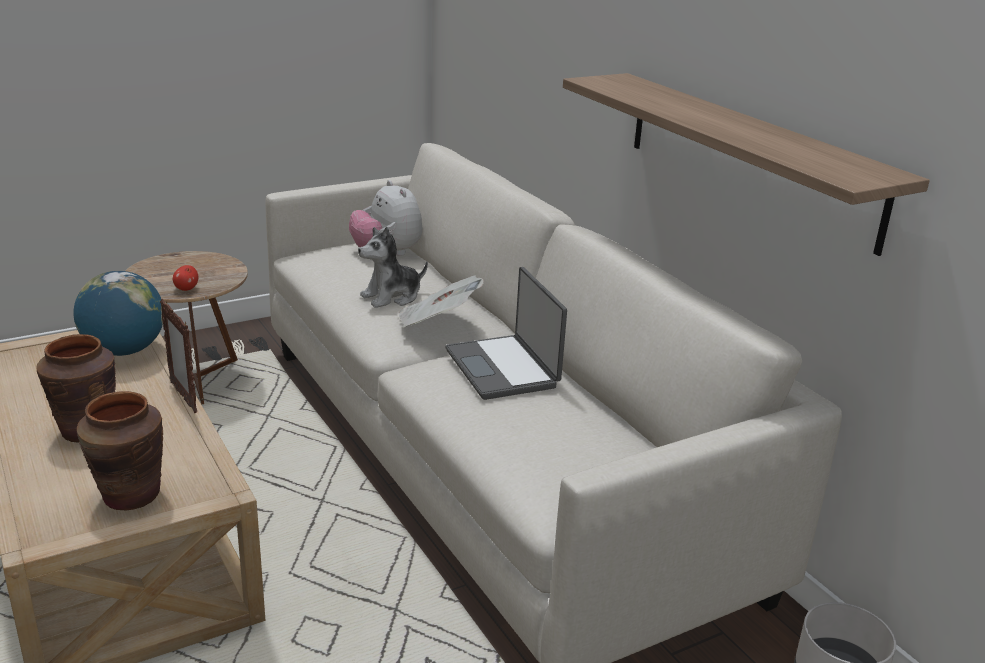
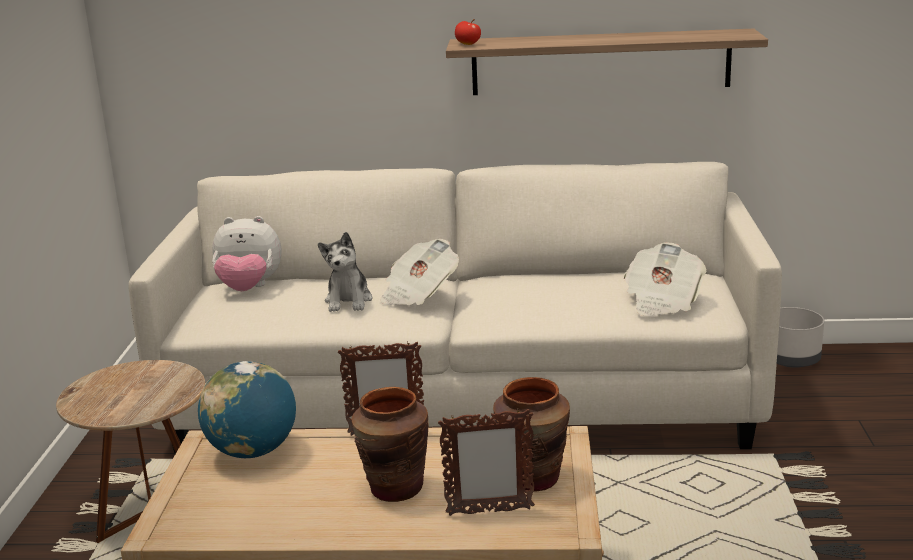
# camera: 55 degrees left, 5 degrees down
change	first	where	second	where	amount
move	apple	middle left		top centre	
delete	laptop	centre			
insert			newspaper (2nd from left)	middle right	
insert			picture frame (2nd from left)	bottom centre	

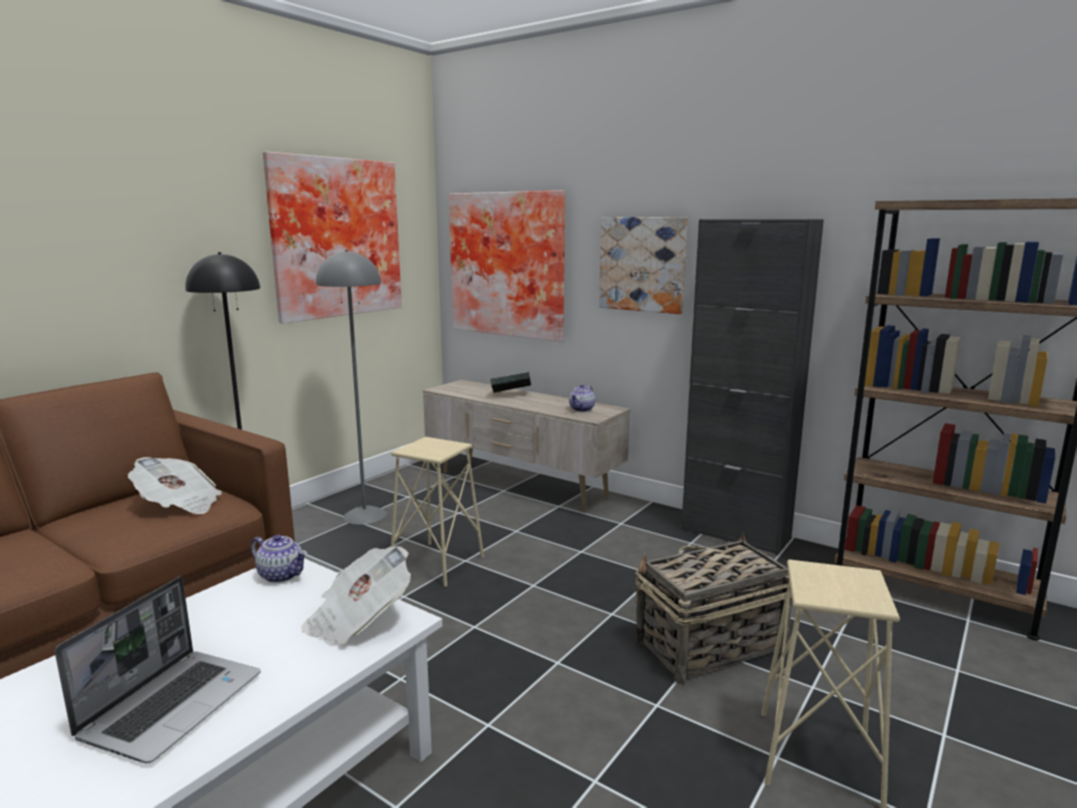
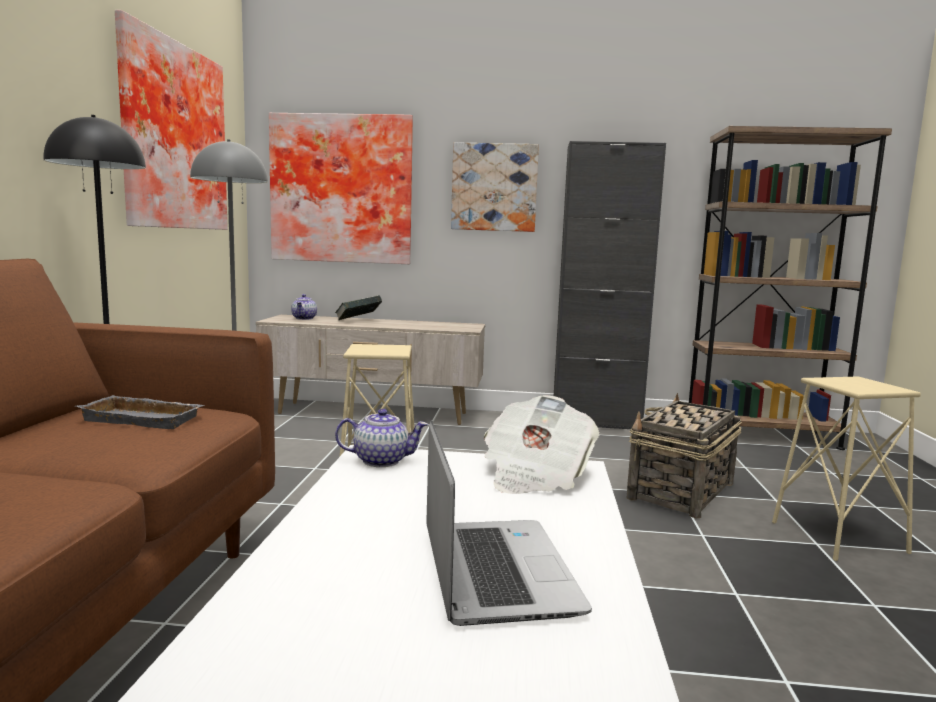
# camera: 30 degrees left, 5 degrees down
change	first	where	second	where	amount
move	teapot (2nd from left in the first image)	centre	teapot (1st from left)	middle left	
replace	newspaper (1st from left)	middle left	grey tray	middle left	

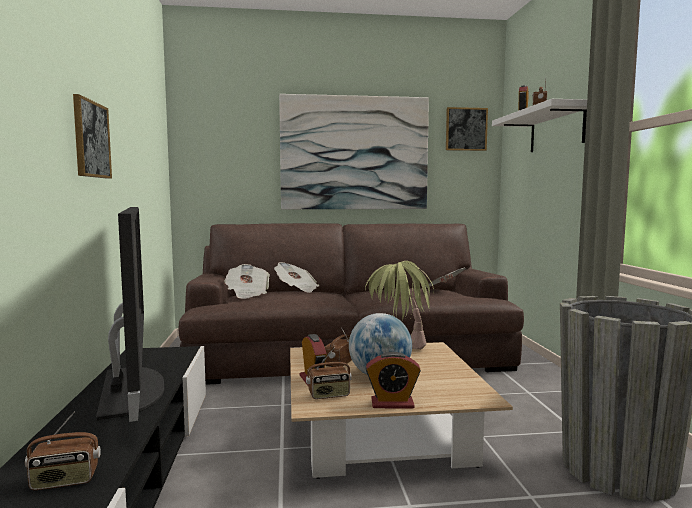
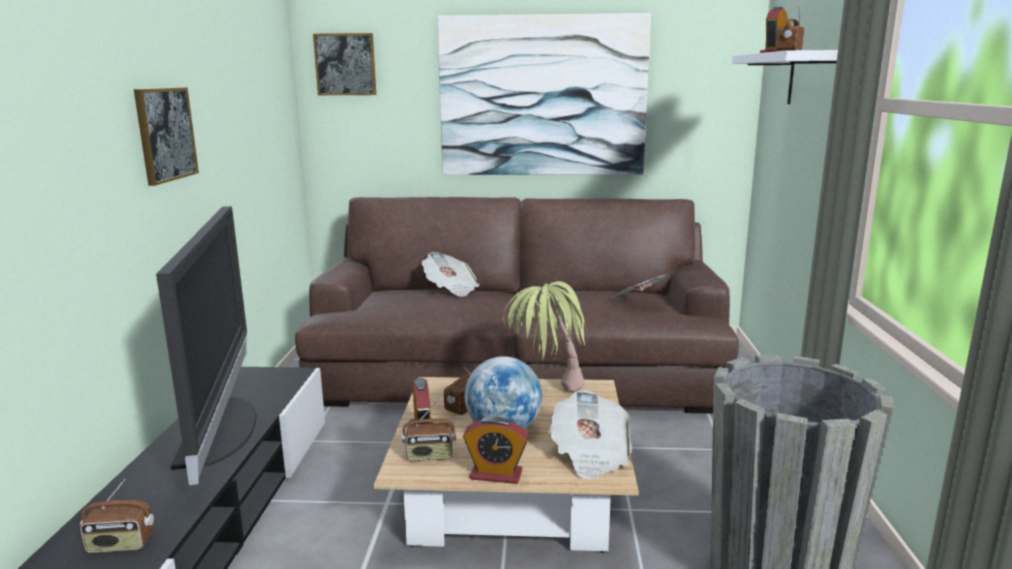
# camera: 10 degrees right, 10 degrees up
change	first	where	second	where	amount
move	picture (3rd from left in the first image)	top right	picture (2nd from left)	top centre	
move	newspaper (1st from left in the first image)	centre	newspaper (2nd from left)	bottom centre	

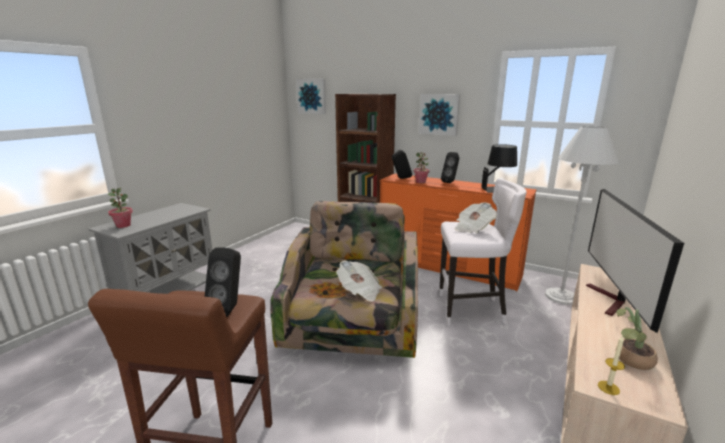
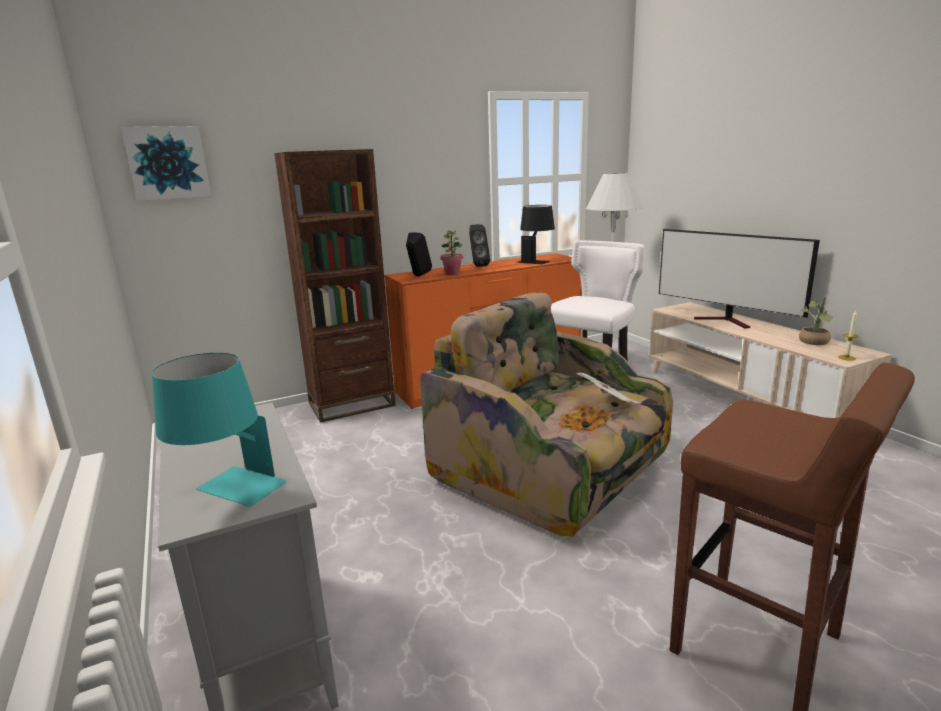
# camera: 55 degrees left, 0 degrees up
change	first	where	second	where	amount
delete	picture (2nd from left)	top centre			
replace	potted plant (1st from left)	middle left	turquoise table lamp	middle left	
delete	newspaper (2nd from left)	centre			
delete	black speaker (1st from left)	middle left			

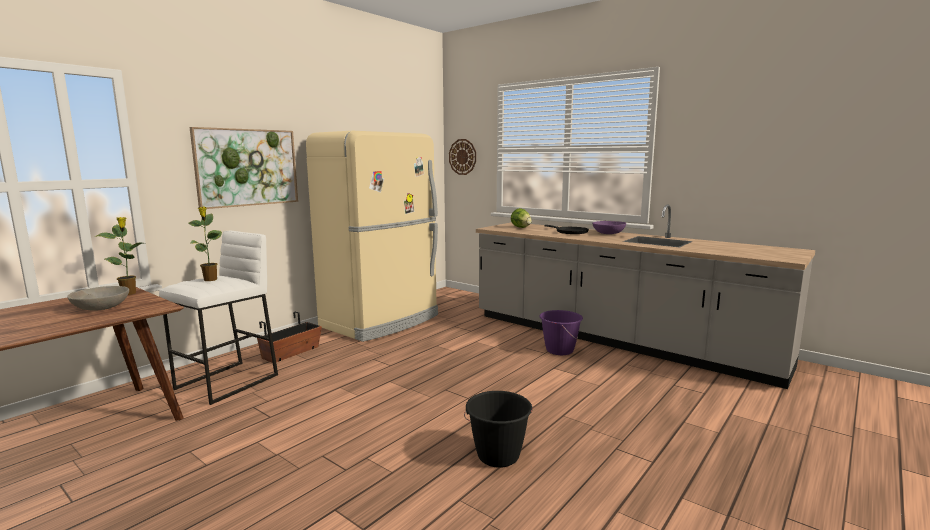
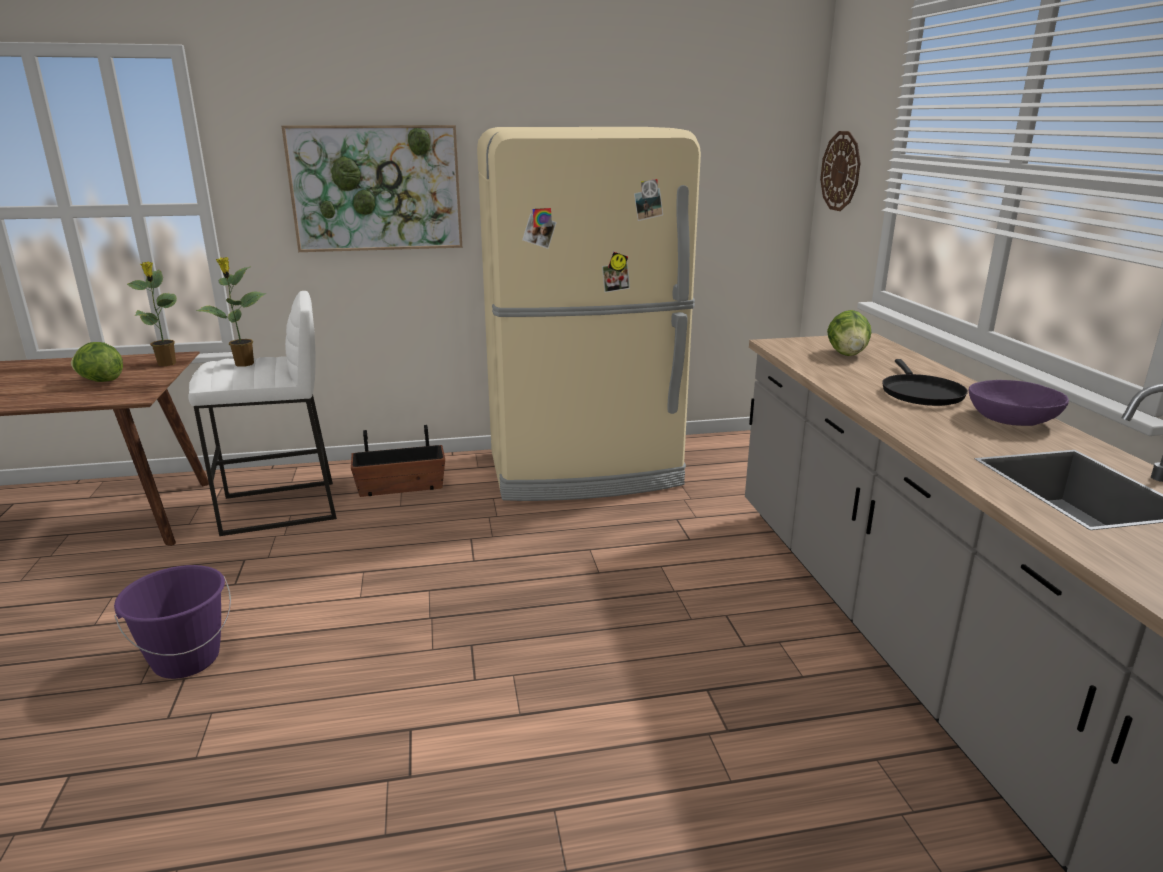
# camera: 40 degrees right, 10 degrees up
change	first	where	second	where	amount
replace	grey bowl	middle left	lettuce (1st from left)	middle left	
move	purple bucket	centre		bottom left	
delete	black bucket	bottom centre			

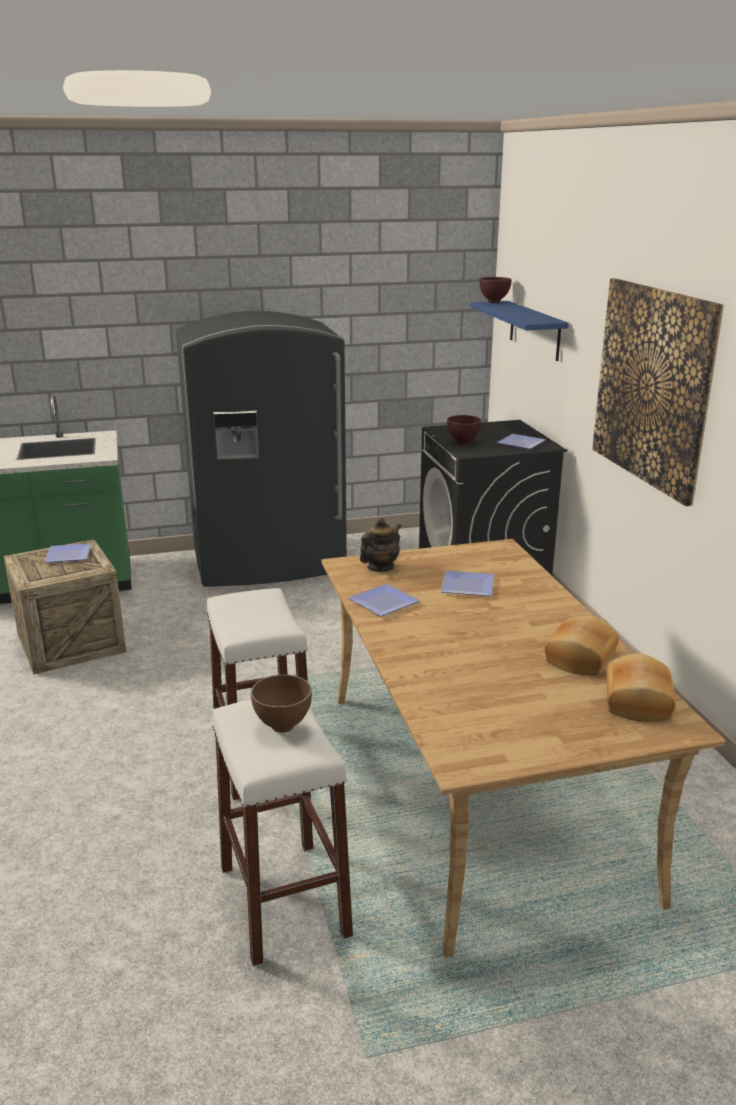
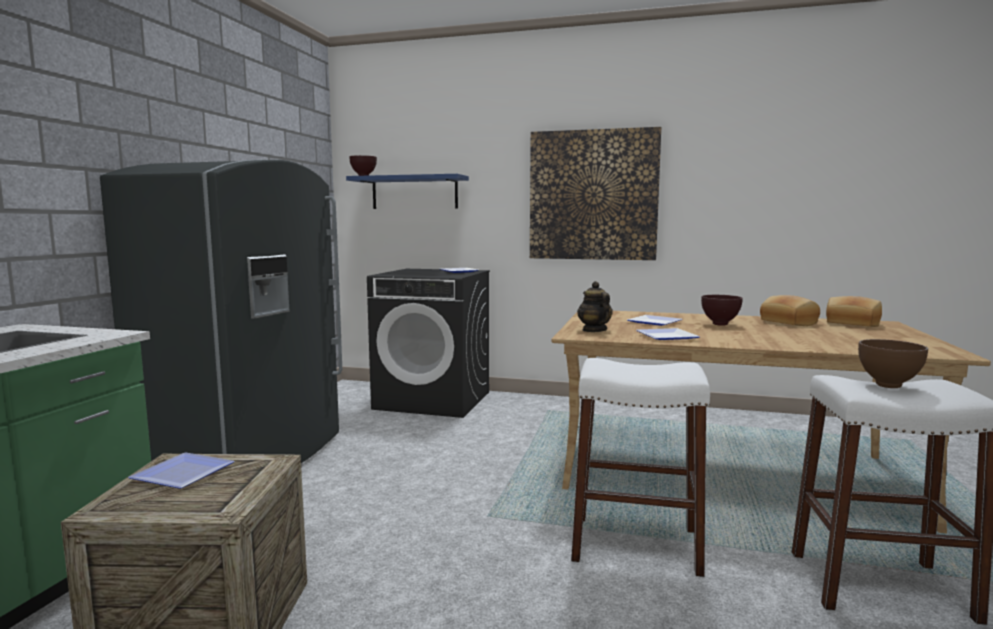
# camera: 60 degrees left, 15 degrees down
change	first	where	second	where	amount
move	brown bowl (2nd from left)	centre		middle right	

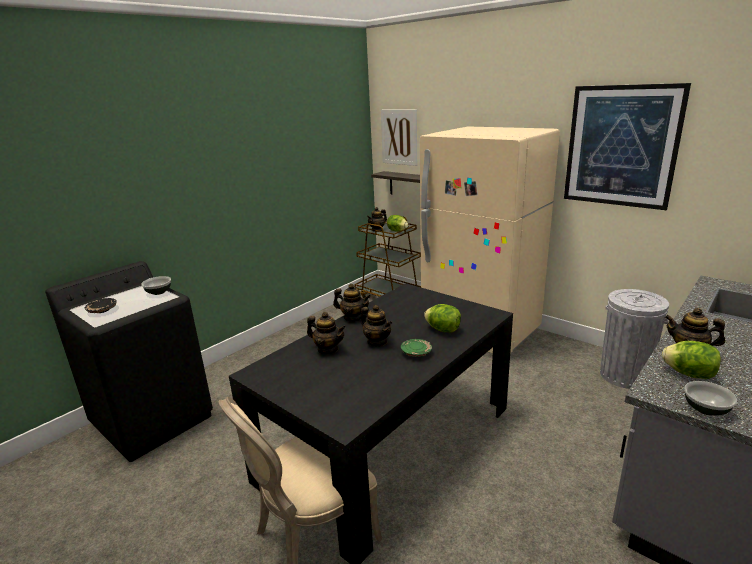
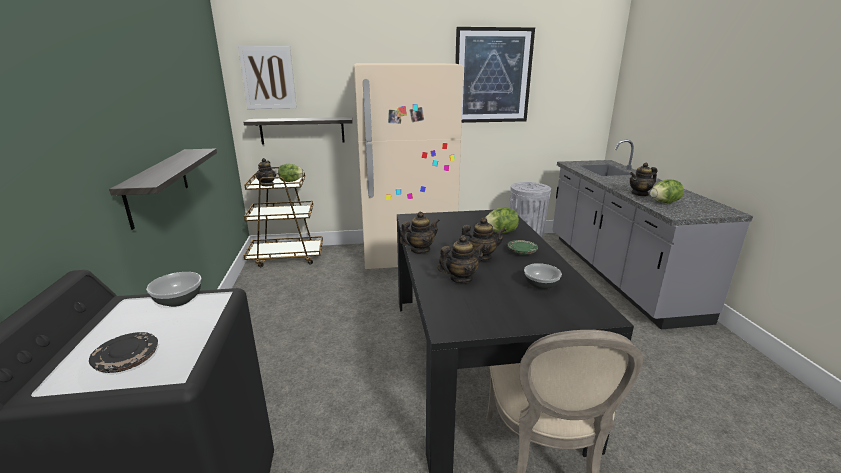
# camera: 50 degrees left, 0 degrees up
change	first	where	second	where	amount
move	bowl (2nd from left)	bottom right		centre	
insert			shelf (1st from left)	middle left	

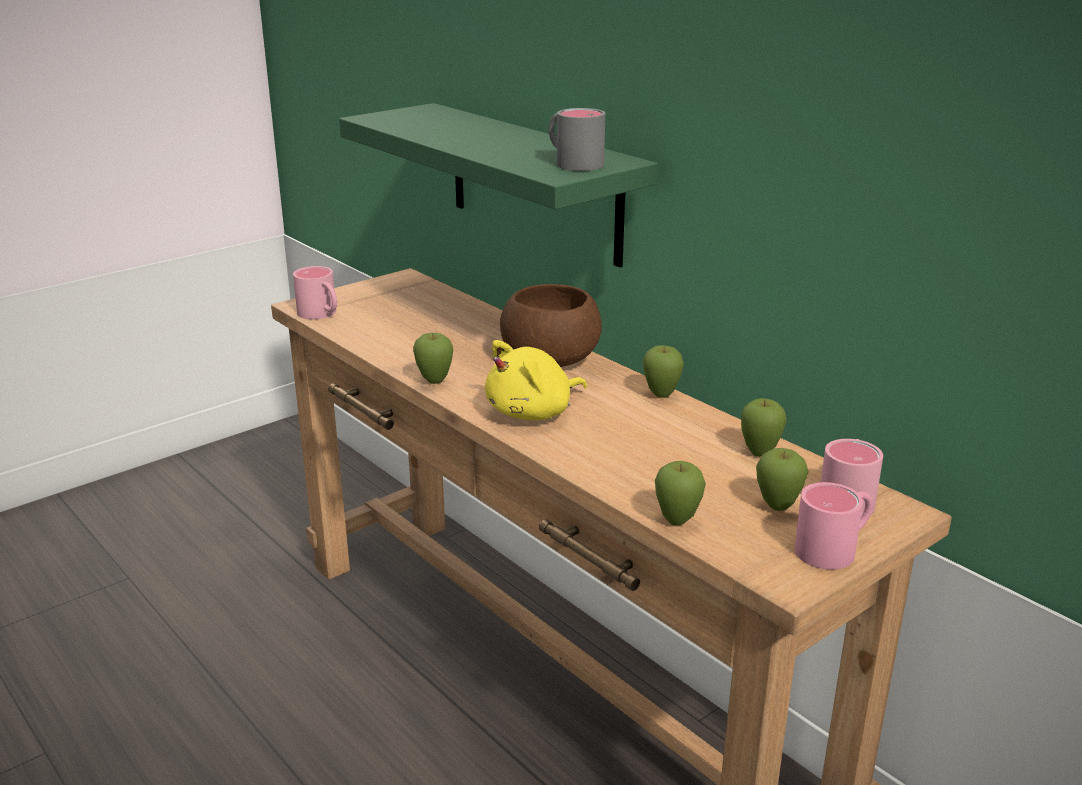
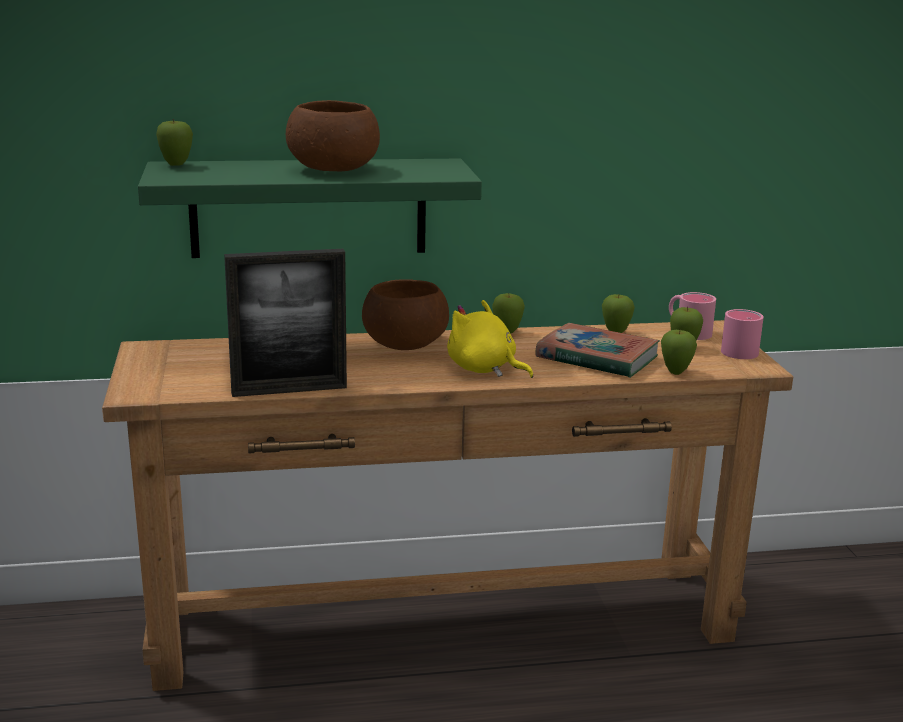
# camera: 60 degrees left, 5 degrees down
change	first	where	second	where	amount
delete	grey mug	top centre			
delete	pink mug (1st from left)	middle left			
move	apple (1st from left)	centre		top left	
rotate	yellow plush toy	centre		centre	135 degrees clockwise
insert			brown bowl (1st from left)	top centre	
insert			picture frame	middle left	
insert			book	centre	

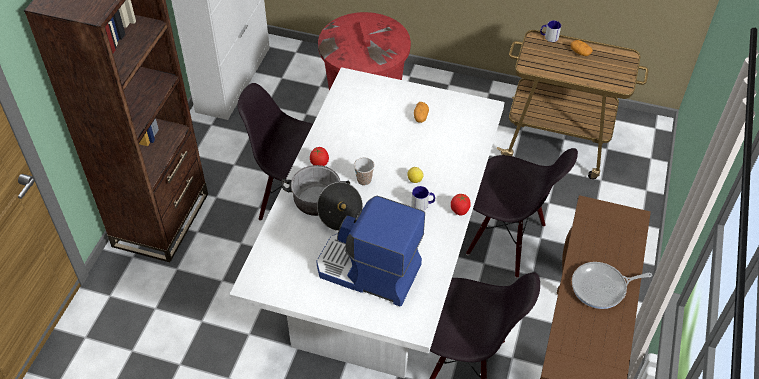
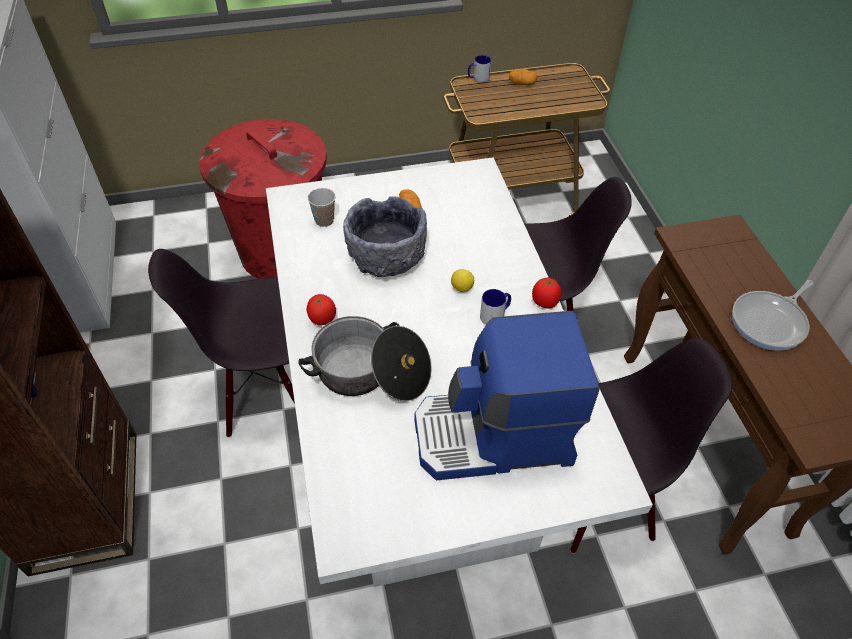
# camera: 30 degrees left, 0 degrees up
change	first	where	second	where	amount
move	cup	centre		top centre	
insert			grey bowl	centre	

